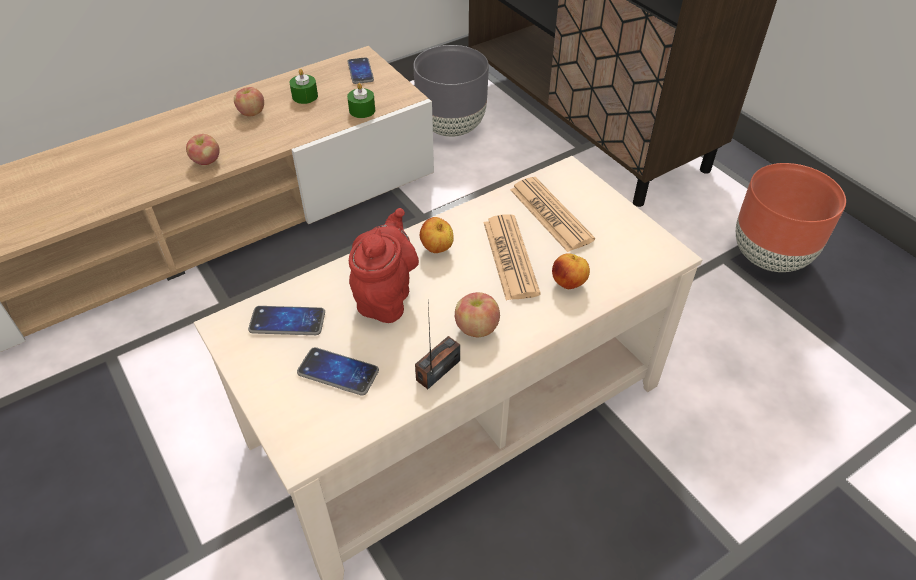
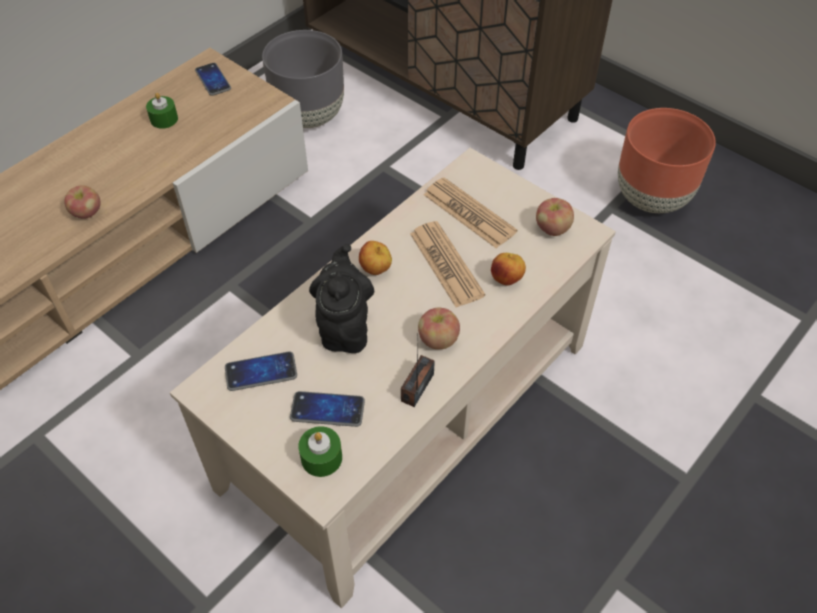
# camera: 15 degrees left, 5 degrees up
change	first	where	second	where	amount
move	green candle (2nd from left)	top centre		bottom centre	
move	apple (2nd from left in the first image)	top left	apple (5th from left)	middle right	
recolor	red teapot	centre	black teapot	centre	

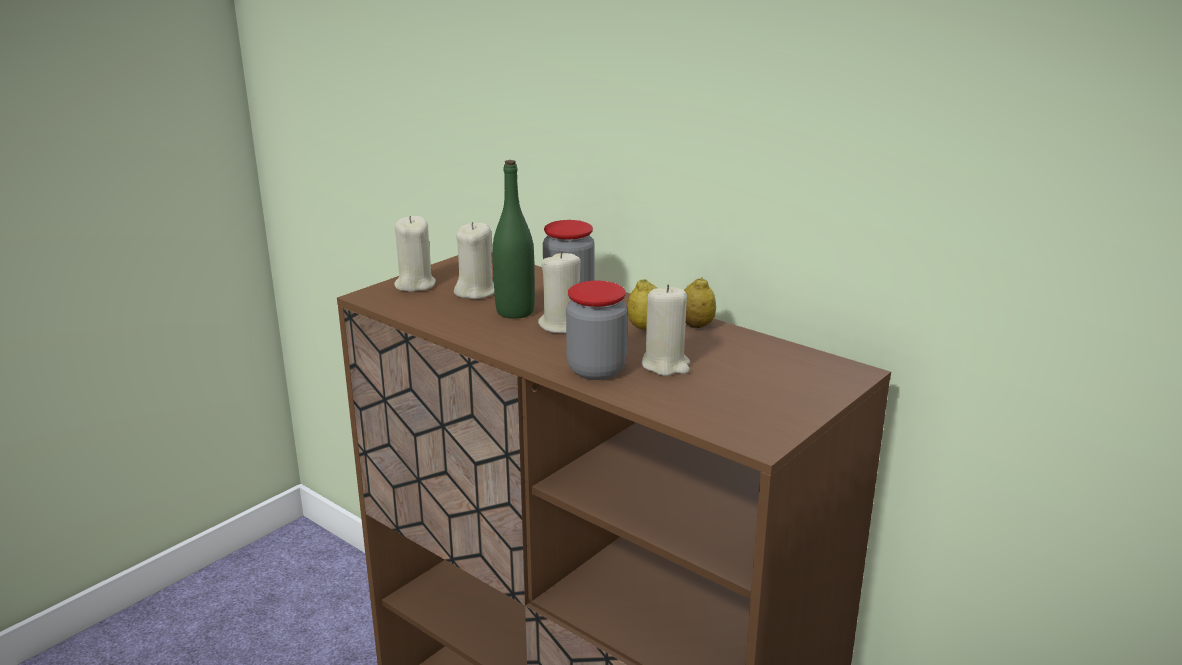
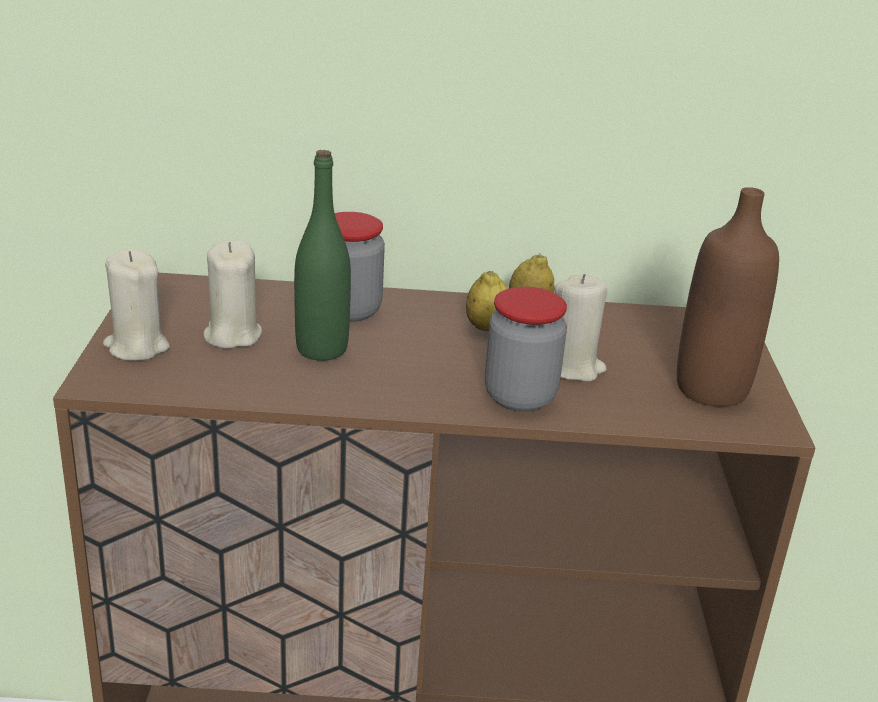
# camera: 40 degrees left, 5 degrees up
change	first	where	second	where	amount
delete	beige candle (3rd from left)	centre			
insert			brown bottle	middle right	

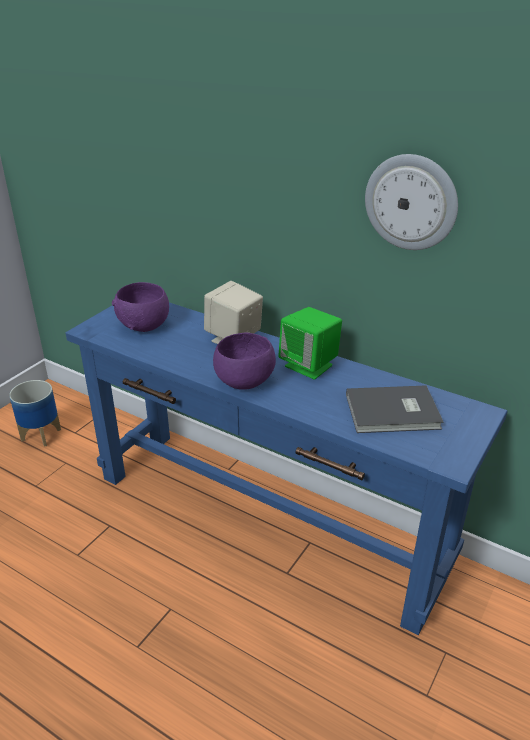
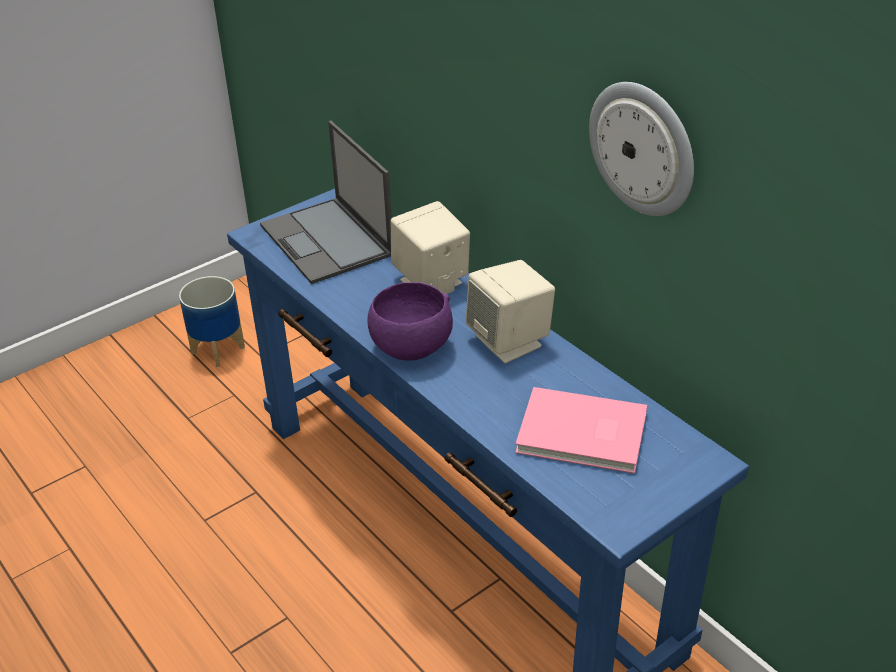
# camera: 20 degrees right, 5 degrees up
change	first	where	second	where	amount
replace	purple bowl (1st from left)	middle left	laptop	top centre	
recolor	green speaker	centre	beige speaker (2nd from left)	centre	
recolor	grey book	middle right	pink book	centre	

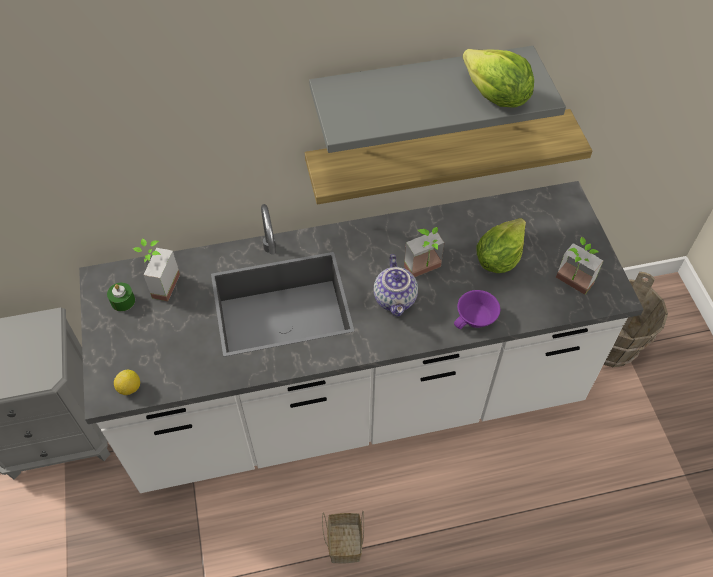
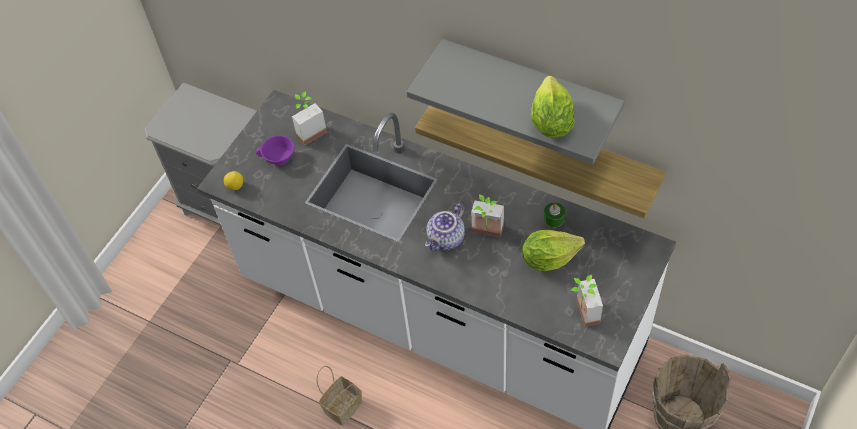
# camera: 45 degrees right, 0 degrees up
change	first	where	second	where	amount
move	green candle	middle left		centre	
move	purple cup	middle right		middle left	

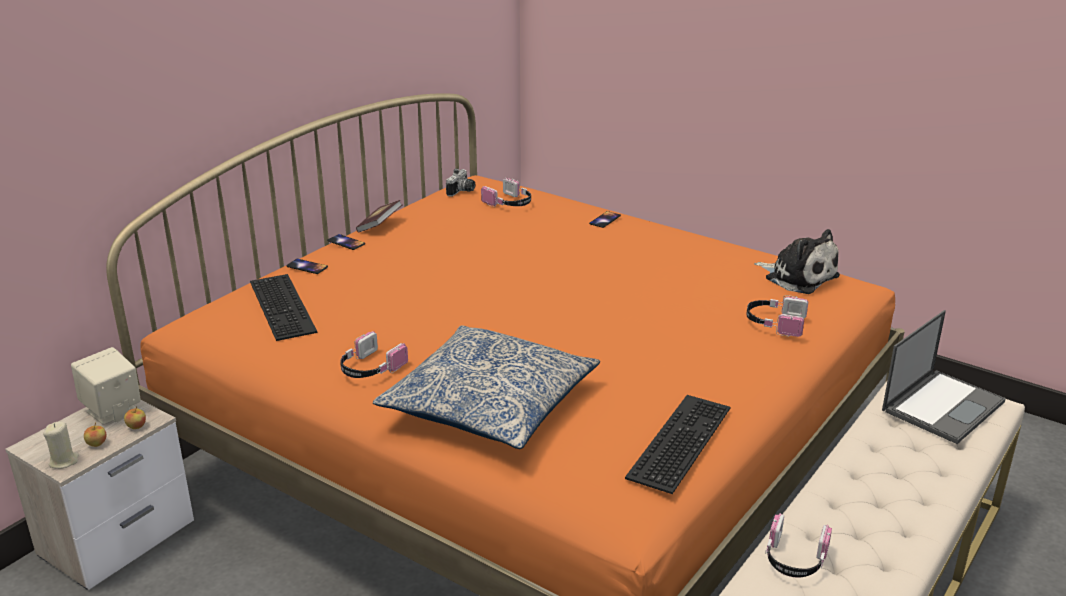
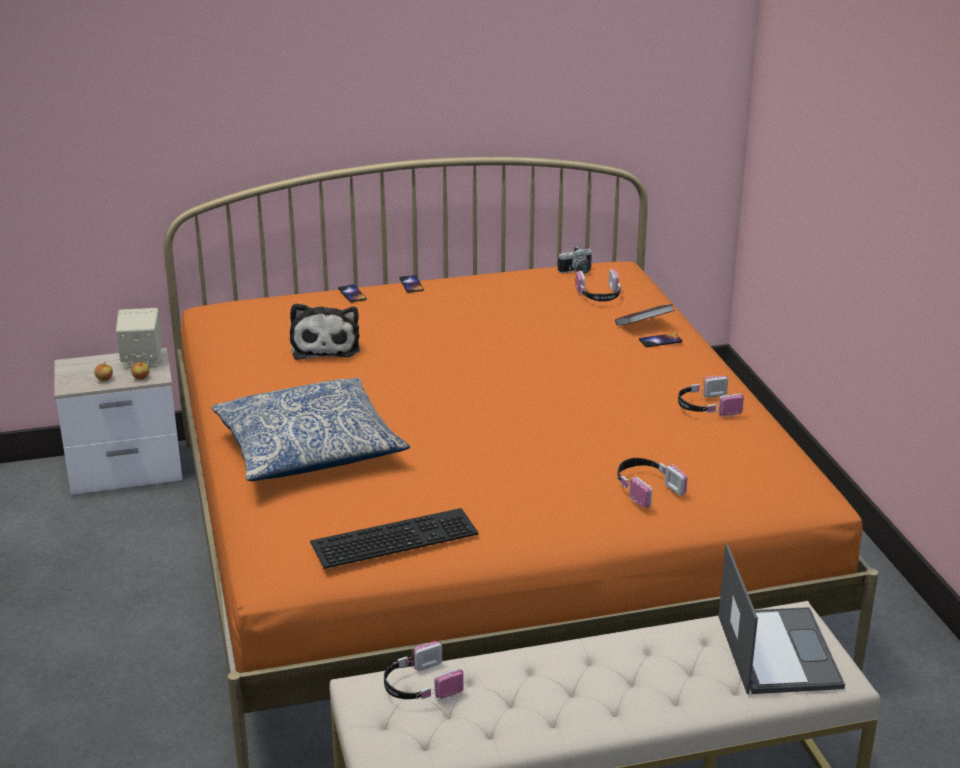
# camera: 40 degrees right, 0 degrees up
change	first	where	second	where	amount
move	book	centre		middle right	
move	plush toy	middle right		centre	
delete	keyboard (1st from left)	middle left			
rotate	laptop	middle right		bottom right	90 degrees counterclockwise
move	headphones (1st from left in the first image)	centre	headphones (4th from left)	middle right	
delete	beige candle	bottom left			

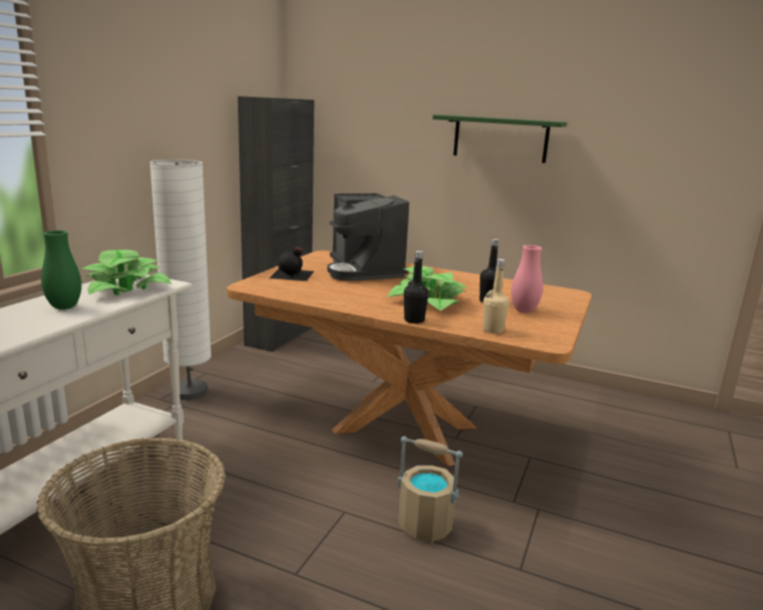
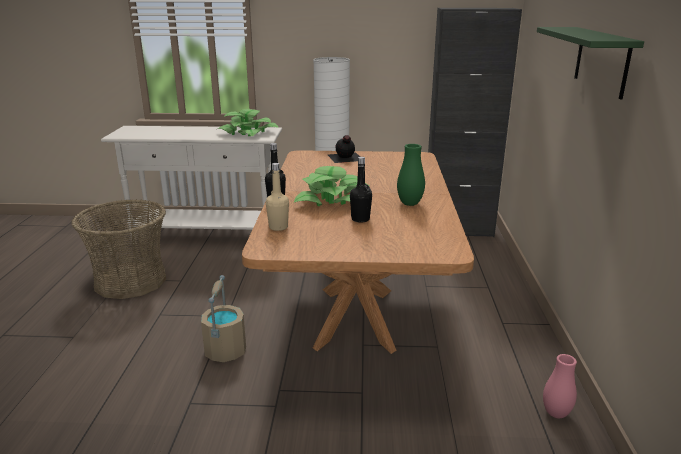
# camera: 70 degrees right, 5 degrees up
change	first	where	second	where	amount
delete	coffee machine	centre			
move	green vase	middle left		centre	
move	pink vase	middle right		bottom right	

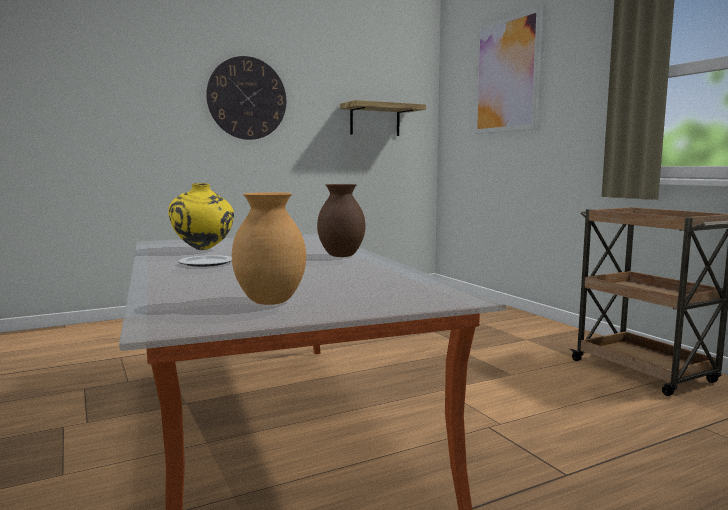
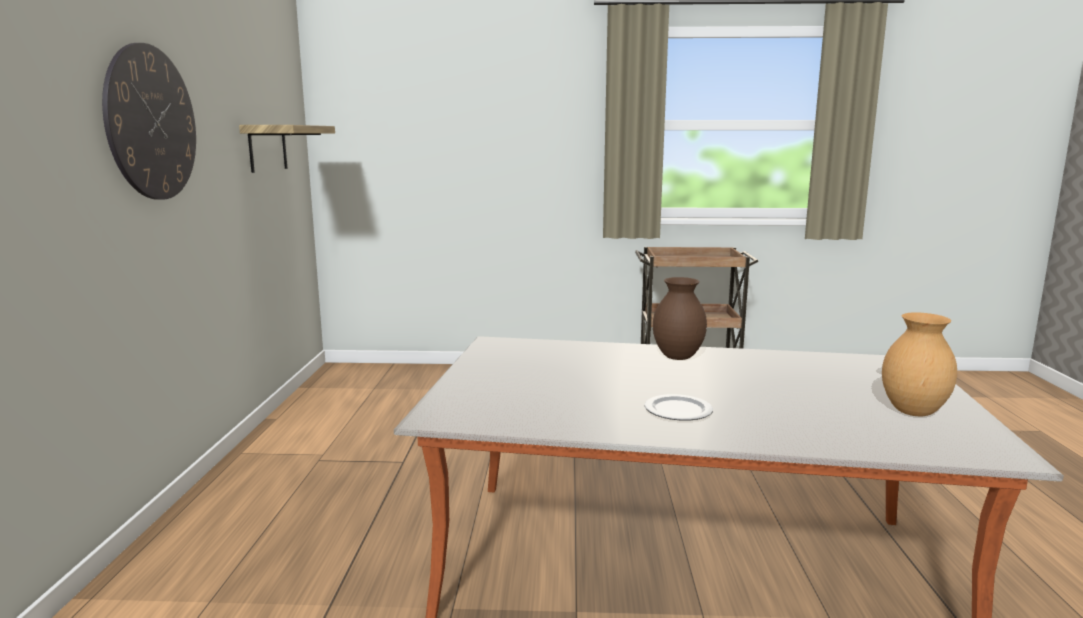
# camera: 60 degrees left, 5 degrees up
change	first	where	second	where	amount
delete	picture	top right			
delete	yellow vase	middle left			

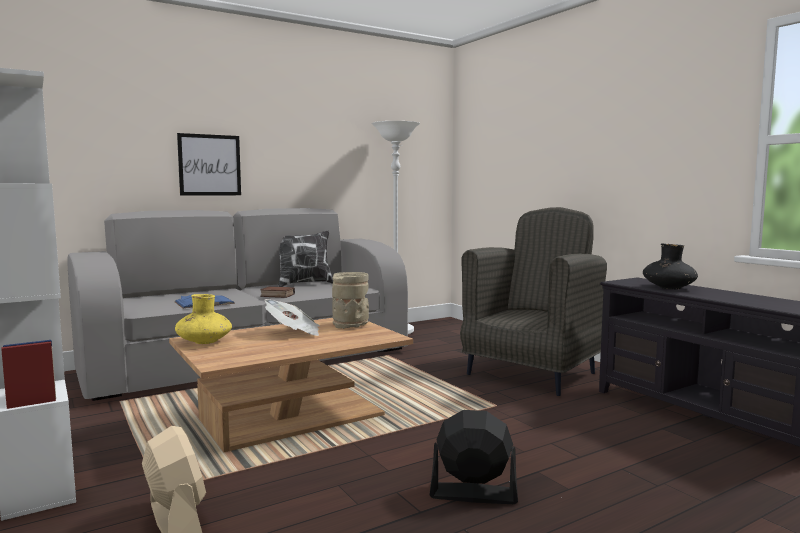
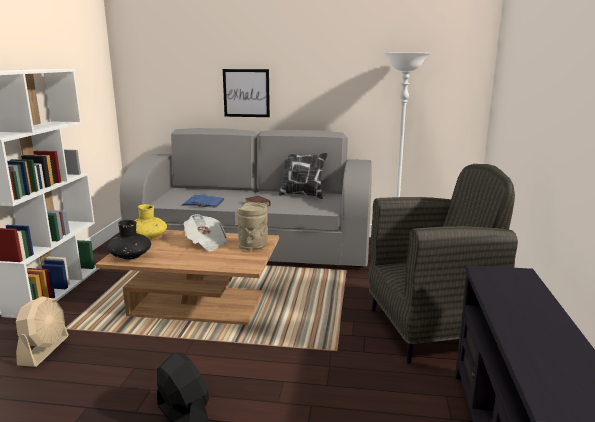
# camera: 40 degrees right, 10 degrees up
change	first	where	second	where	amount
move	black vase	middle right		middle left	

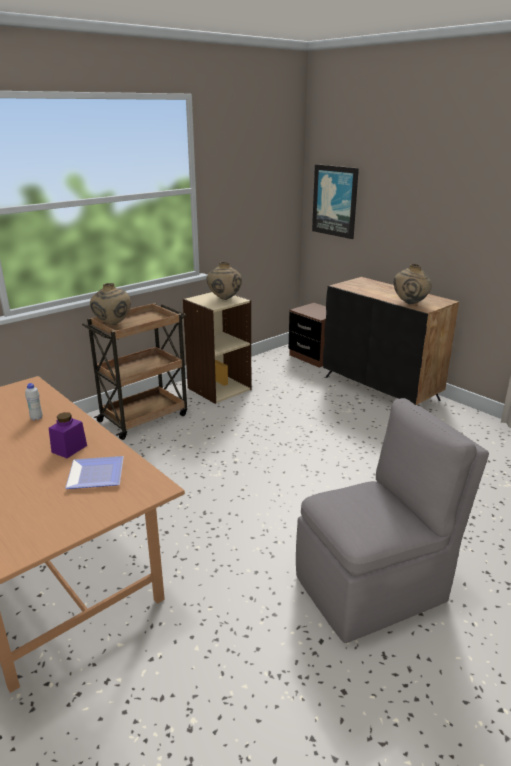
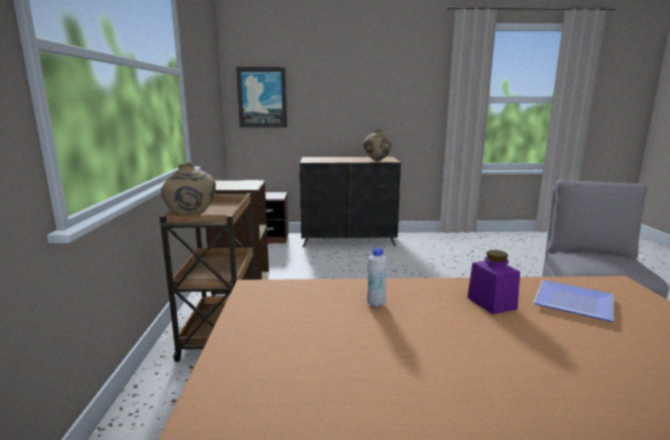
# camera: 50 degrees left, 10 degrees down
change	first	where	second	where	amount
delete	beige vase (2nd from left)	centre			

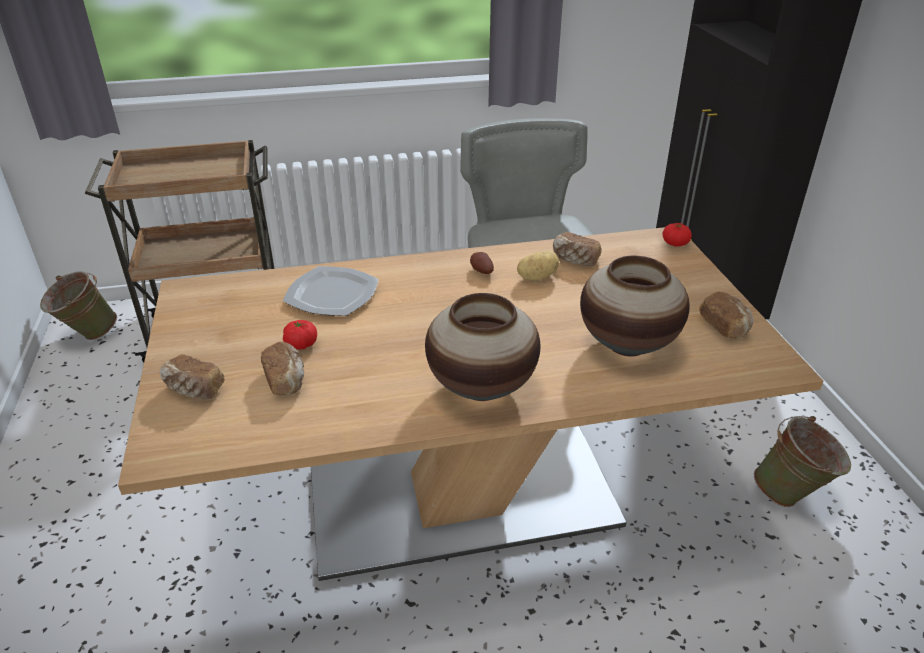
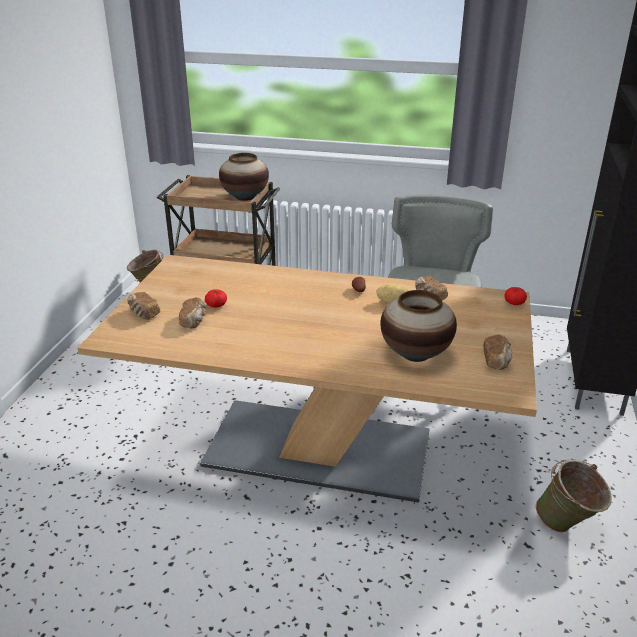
# camera: 25 degrees right, 5 degrees down
change	first	where	second	where	amount
delete	plate	centre			
move	vase (1st from left)	centre		top centre	

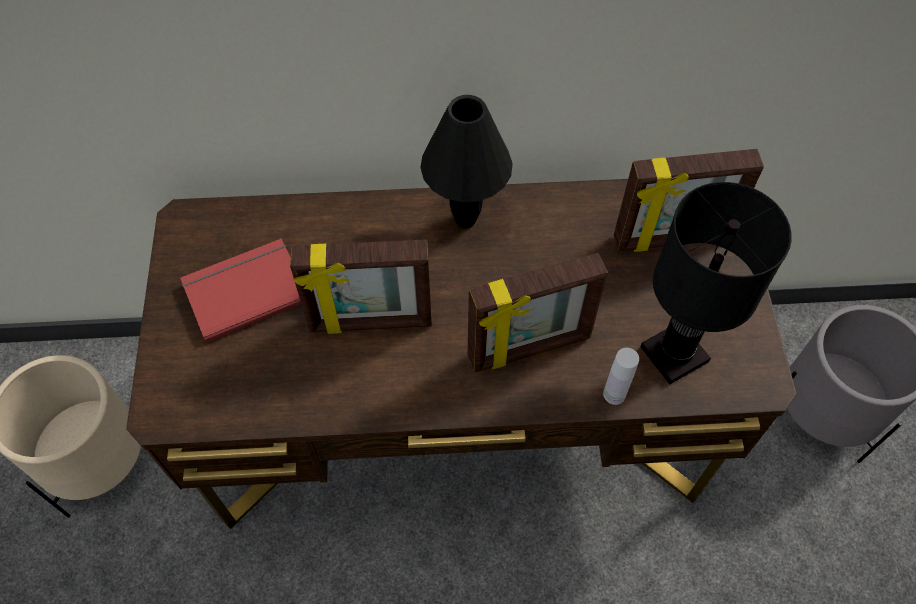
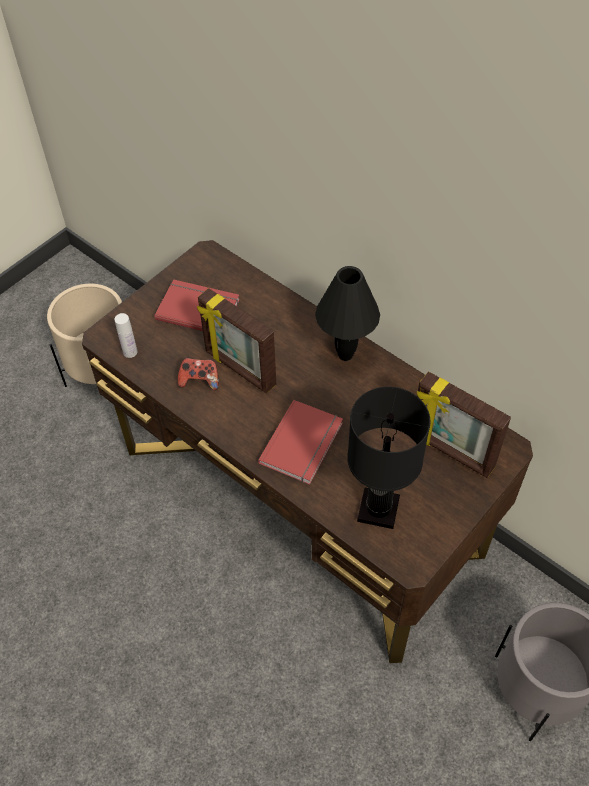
# camera: 45 degrees right, 5 degrees down
change	first	where	second	where	amount
replace	picture frame (2nd from left)	centre	red book (2nd from left)	centre	
move	white bottle	middle right		middle left	
insert			game controller	centre	

